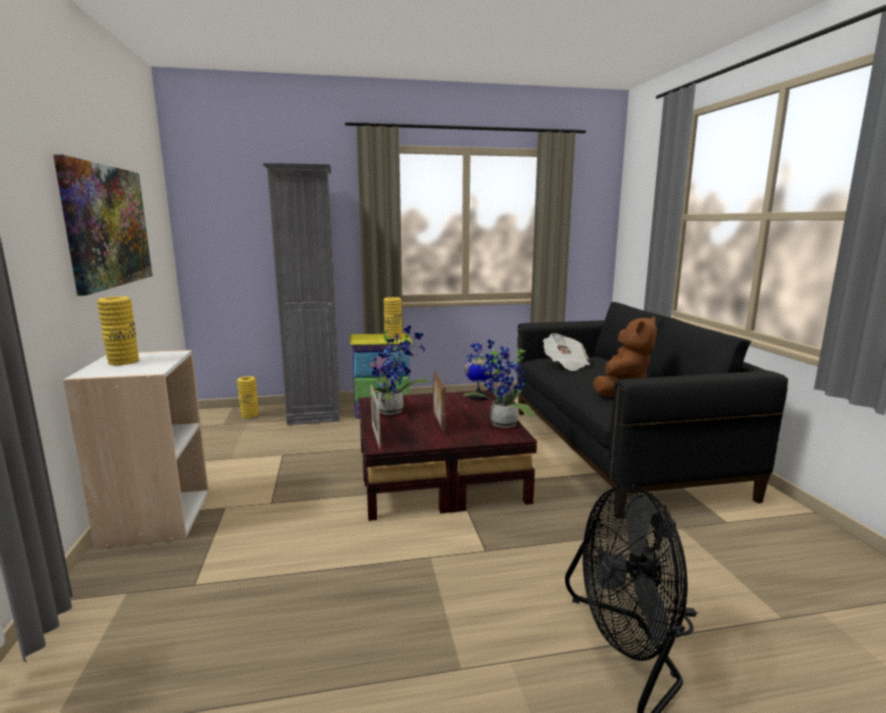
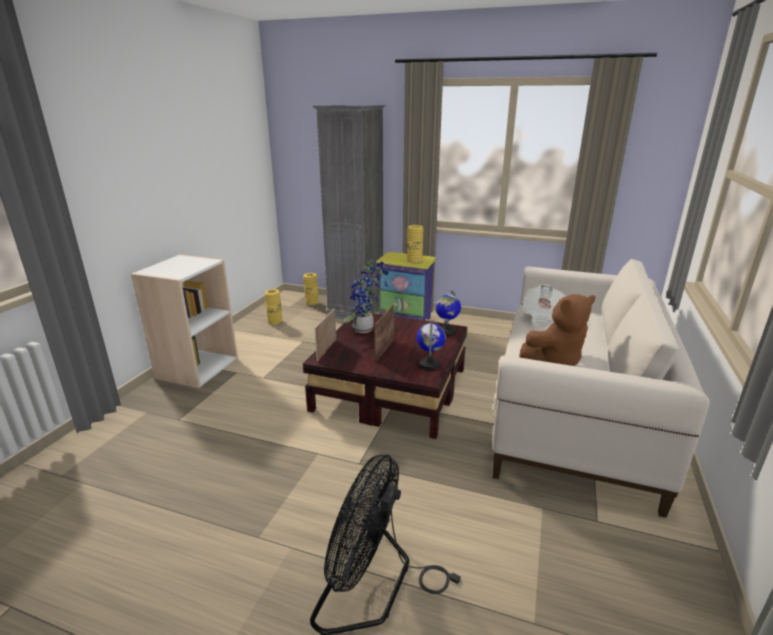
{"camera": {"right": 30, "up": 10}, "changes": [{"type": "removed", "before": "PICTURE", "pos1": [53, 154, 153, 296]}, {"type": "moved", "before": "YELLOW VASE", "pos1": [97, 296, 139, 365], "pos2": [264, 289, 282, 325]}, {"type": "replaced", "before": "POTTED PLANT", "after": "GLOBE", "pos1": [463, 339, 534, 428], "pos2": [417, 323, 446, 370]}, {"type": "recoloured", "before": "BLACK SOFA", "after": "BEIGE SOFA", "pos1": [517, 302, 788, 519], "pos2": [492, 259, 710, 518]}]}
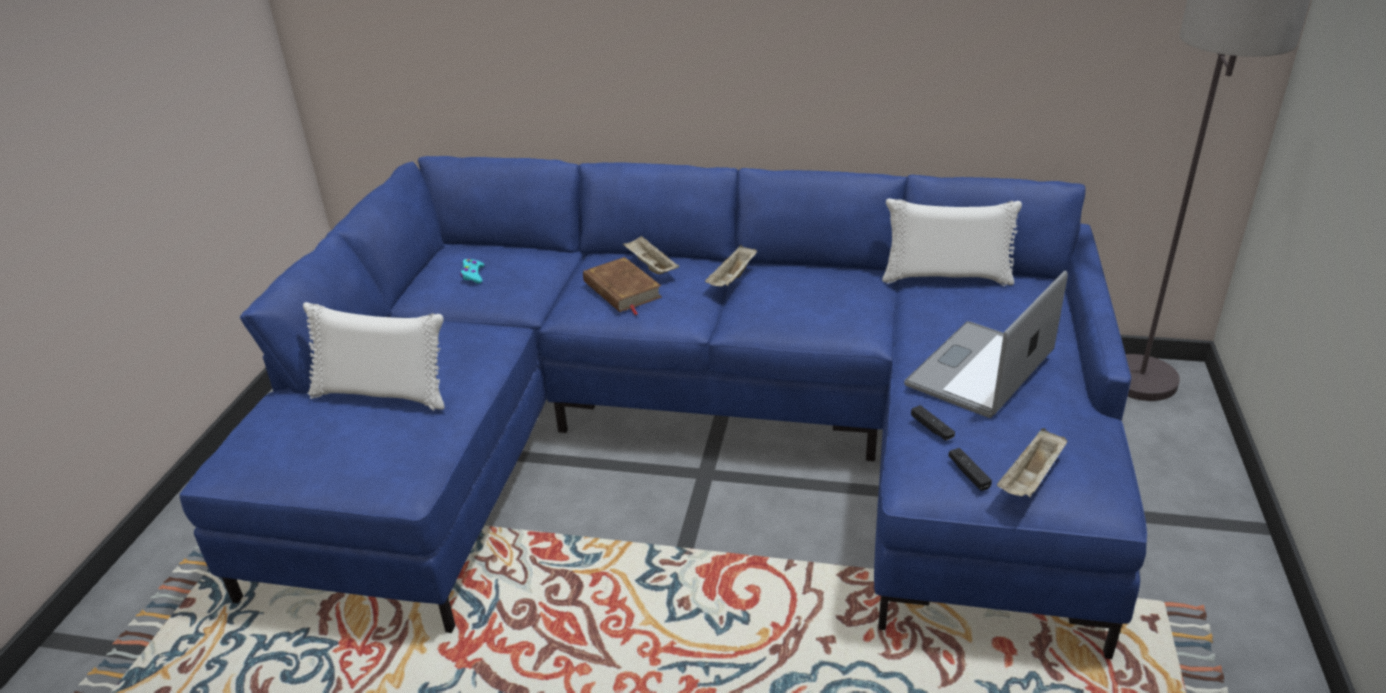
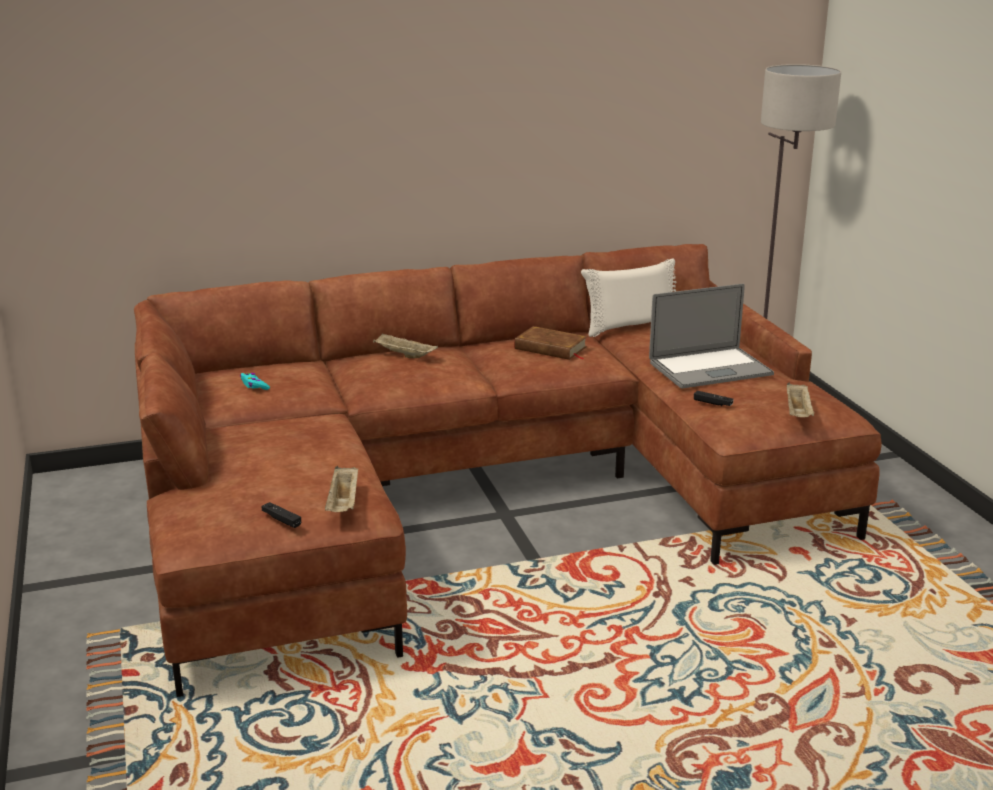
{"camera": {"right": -30, "up": -10}, "changes": [{"type": "removed", "before": "WHITE PILLOW", "pos1": [303, 302, 445, 410]}, {"type": "moved", "before": "BROWN BOOK", "pos1": [583, 257, 662, 315], "pos2": [514, 326, 587, 360]}, {"type": "moved", "before": "BEIGE TRAY", "pos1": [705, 245, 757, 286], "pos2": [325, 466, 358, 512]}, {"type": "moved", "before": "BLACK GAME CONTROLLER", "pos1": [948, 448, 992, 491], "pos2": [262, 502, 301, 528]}, {"type": "recoloured", "before": "BLUE SOFA", "after": "BROWN SOFA", "pos1": [180, 156, 1147, 659], "pos2": [134, 244, 882, 697]}, {"type": "turned", "before": "LAPTOP", "pos1": [904, 271, 1068, 418], "pos2": [649, 283, 774, 389], "turn": -120}]}
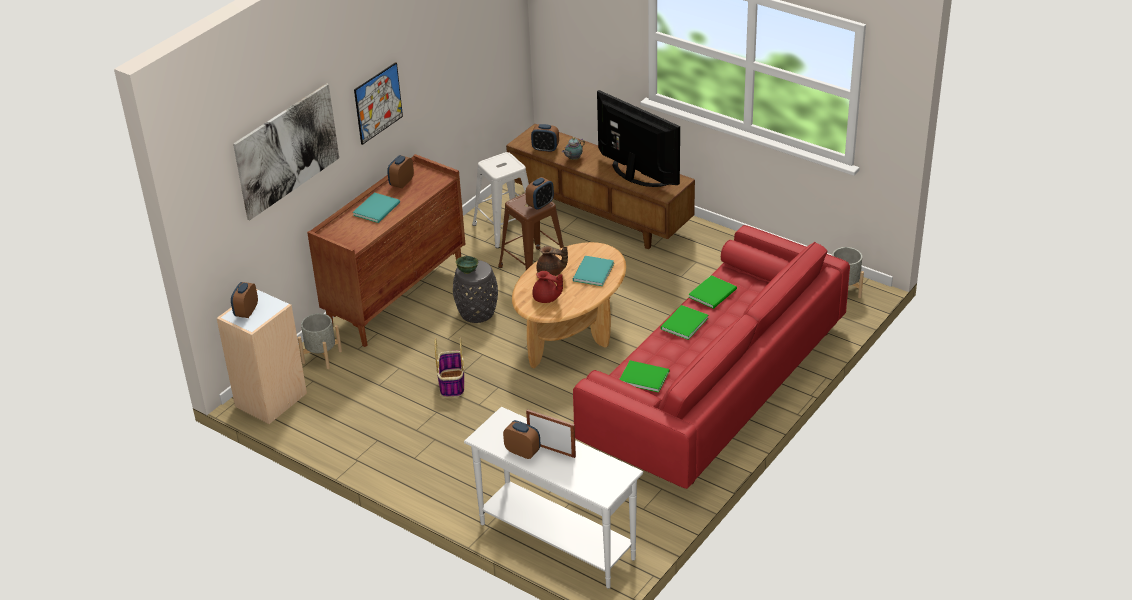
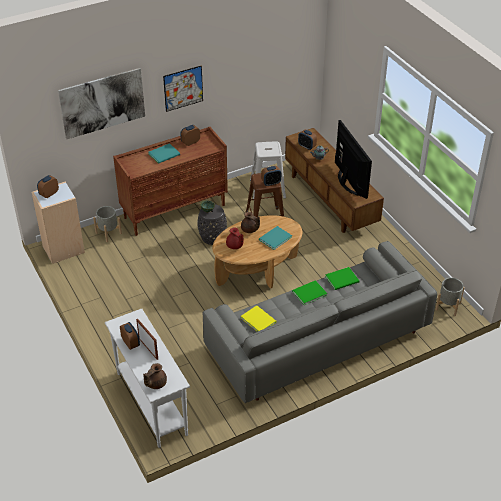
{"camera": {"right": 25, "up": 5}, "changes": [{"type": "removed", "before": "BASKET", "pos1": [435, 337, 464, 397]}, {"type": "added", "after": "BROWN TEAPOT", "pos2": [143, 363, 167, 389]}, {"type": "recoloured", "before": "RED SOFA", "after": "GREY SOFA", "pos1": [573, 225, 850, 489], "pos2": [203, 241, 437, 403]}, {"type": "recoloured", "before": "GREEN BOOK", "after": "YELLOW BOOK", "pos1": [619, 360, 669, 393], "pos2": [241, 306, 276, 332]}]}
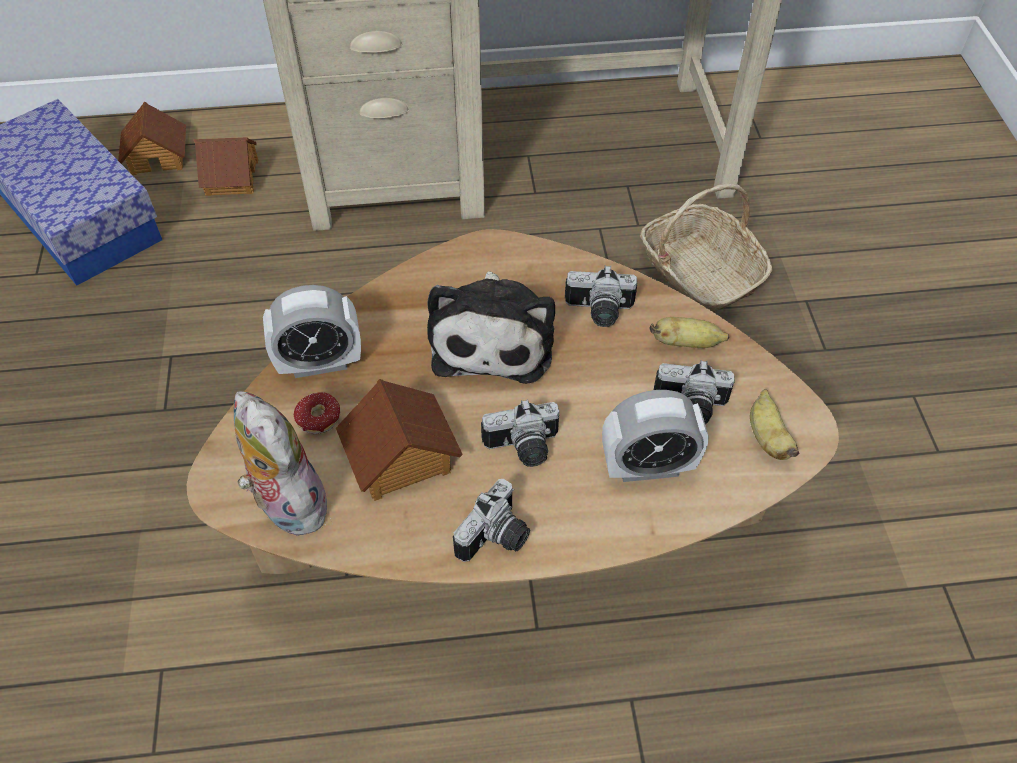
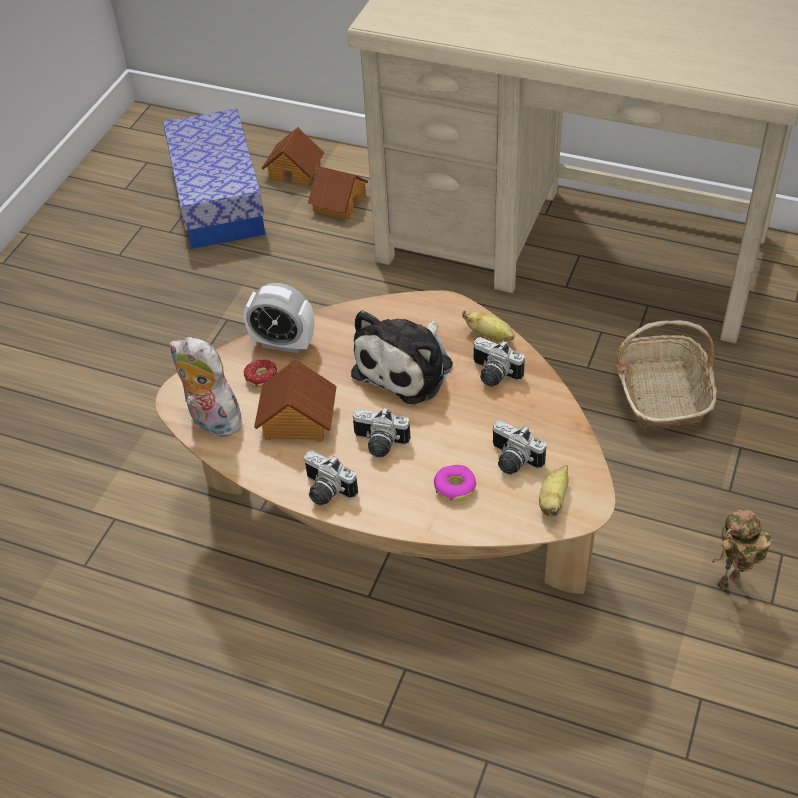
{"camera": {"right": 30, "up": -5}, "changes": [{"type": "added", "after": "TOY ROBOT", "pos2": [712, 508, 772, 590]}, {"type": "moved", "before": "BANANA", "pos1": [649, 317, 729, 348], "pos2": [462, 310, 514, 342]}, {"type": "replaced", "before": "ALARM CLOCK", "after": "DONUT", "pos1": [602, 390, 708, 482], "pos2": [434, 465, 476, 502]}, {"type": "turned", "before": "PLUSH TOY", "pos1": [234, 391, 329, 536], "pos2": [170, 337, 249, 438], "turn": -45}, {"type": "turned", "before": "PHOTO CAMERA", "pos1": [453, 479, 530, 562], "pos2": [303, 451, 358, 506], "turn": 60}]}
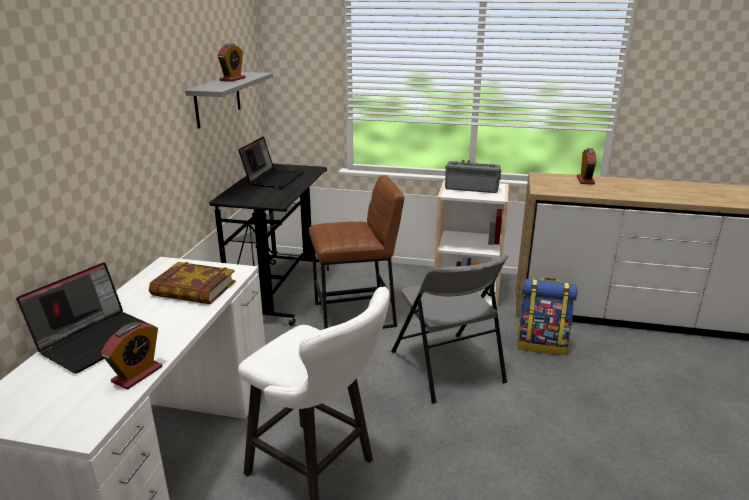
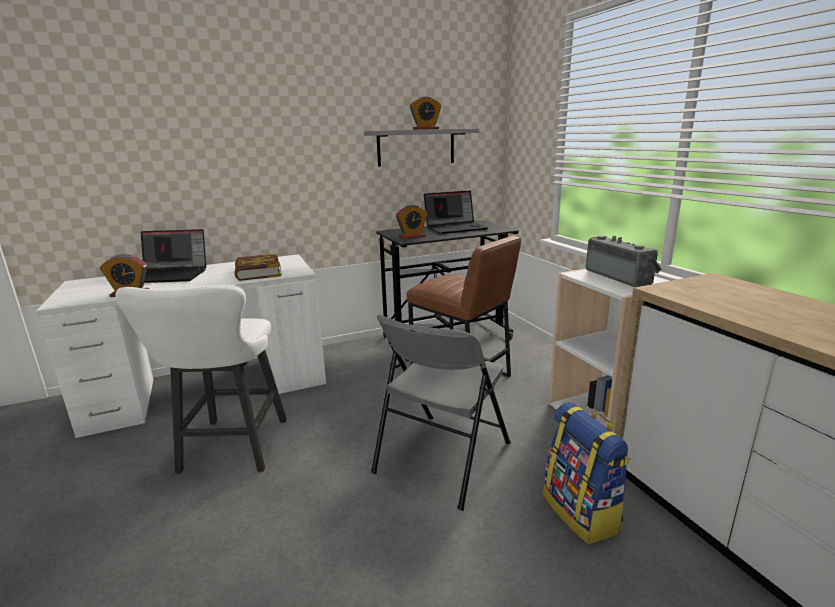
{"camera": {"right": 55, "up": -5}, "changes": [{"type": "moved", "before": "ALARM CLOCK", "pos1": [577, 148, 596, 185], "pos2": [396, 205, 427, 239]}]}
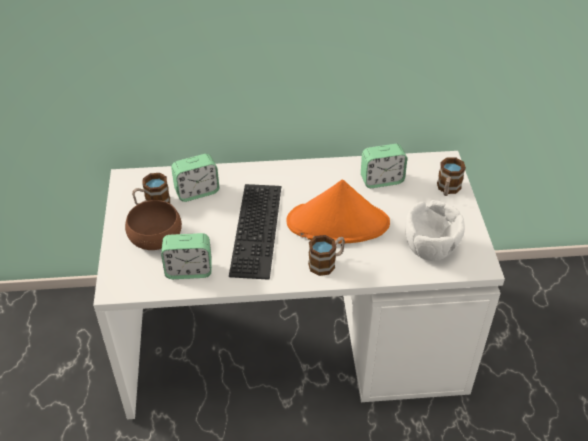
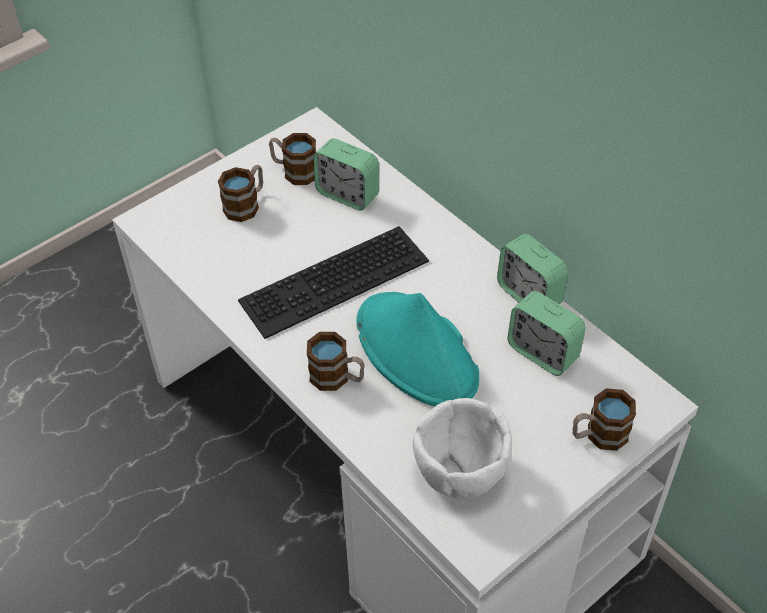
{"camera": {"right": 55, "up": 5}, "changes": [{"type": "moved", "before": "ALARM CLOCK", "pos1": [161, 233, 212, 279], "pos2": [497, 234, 568, 304]}, {"type": "replaced", "before": "BROWN BOWL", "after": "MUG", "pos1": [125, 200, 182, 250], "pos2": [218, 165, 263, 222]}, {"type": "recoloured", "before": "ORANGE HAT", "after": "TURQUOISE HAT", "pos1": [287, 180, 390, 244], "pos2": [356, 292, 479, 406]}]}
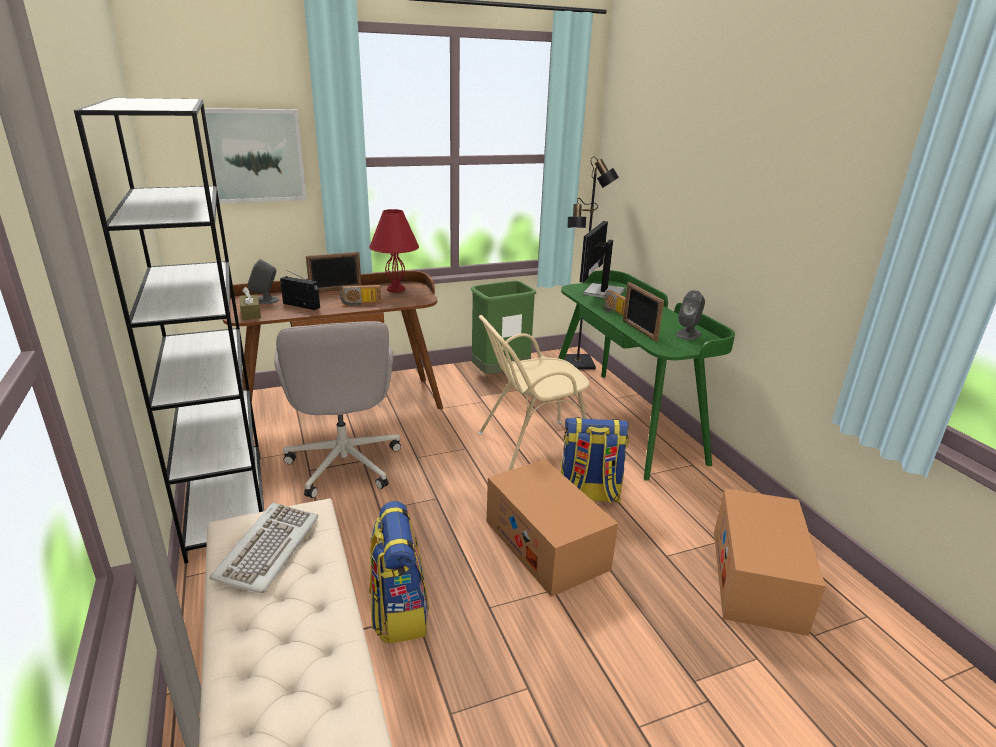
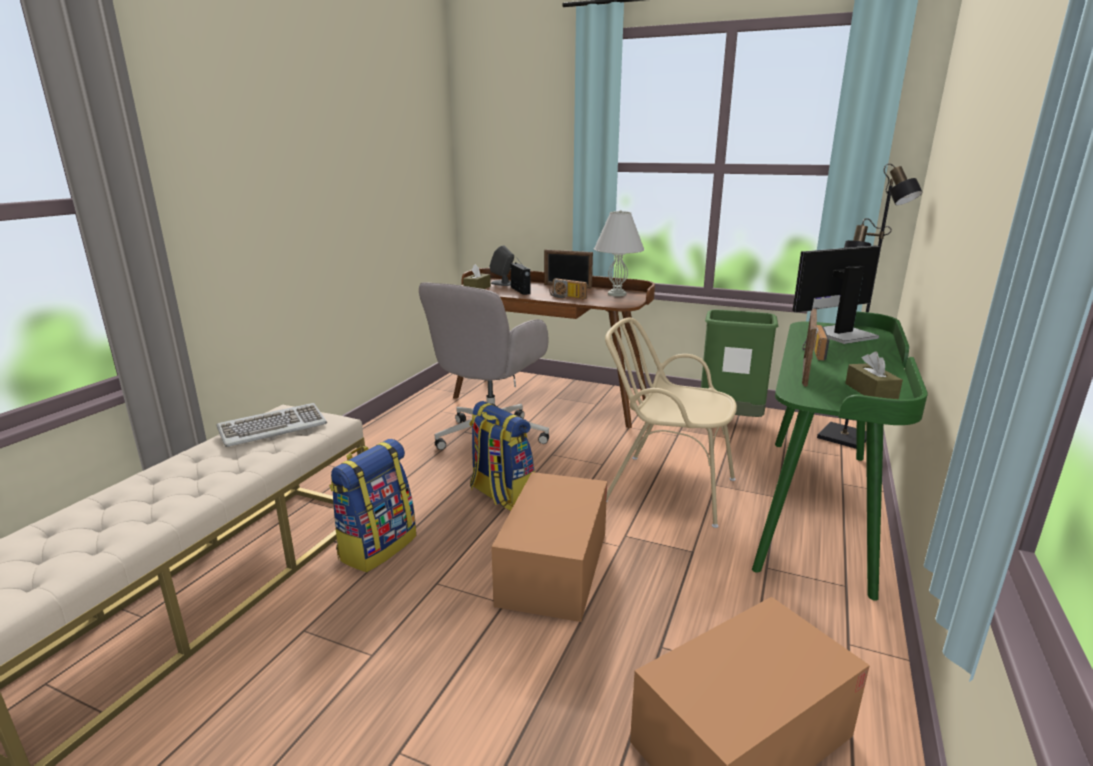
{"camera": {"right": 45, "up": -5}, "changes": [{"type": "removed", "before": "WHITE BOOKCASE", "pos1": [74, 98, 264, 564]}, {"type": "removed", "before": "PICTURE", "pos1": [204, 108, 307, 203]}, {"type": "moved", "before": "BACKPACK", "pos1": [561, 417, 629, 503], "pos2": [469, 401, 535, 511]}, {"type": "replaced", "before": "GREY SPEAKER", "after": "BROWN TISSUE BOX", "pos1": [676, 290, 705, 340], "pos2": [845, 352, 903, 399]}, {"type": "recoloured", "before": "RED TABLE LAMP", "after": "WHITE TABLE LAMP", "pos1": [369, 209, 419, 292], "pos2": [594, 210, 644, 297]}]}
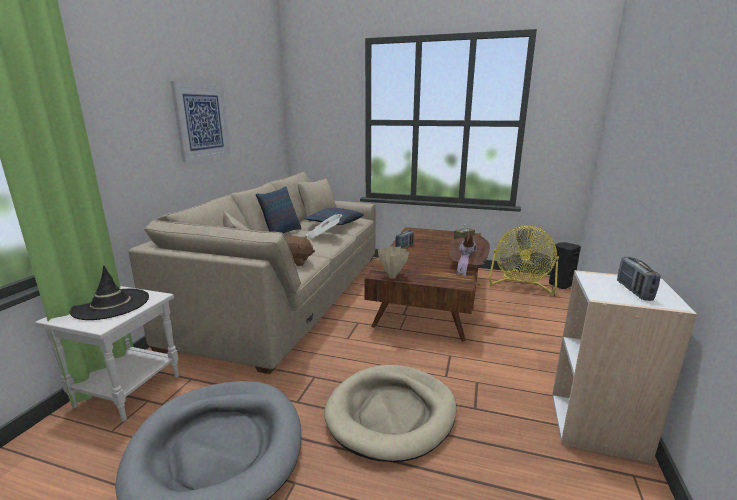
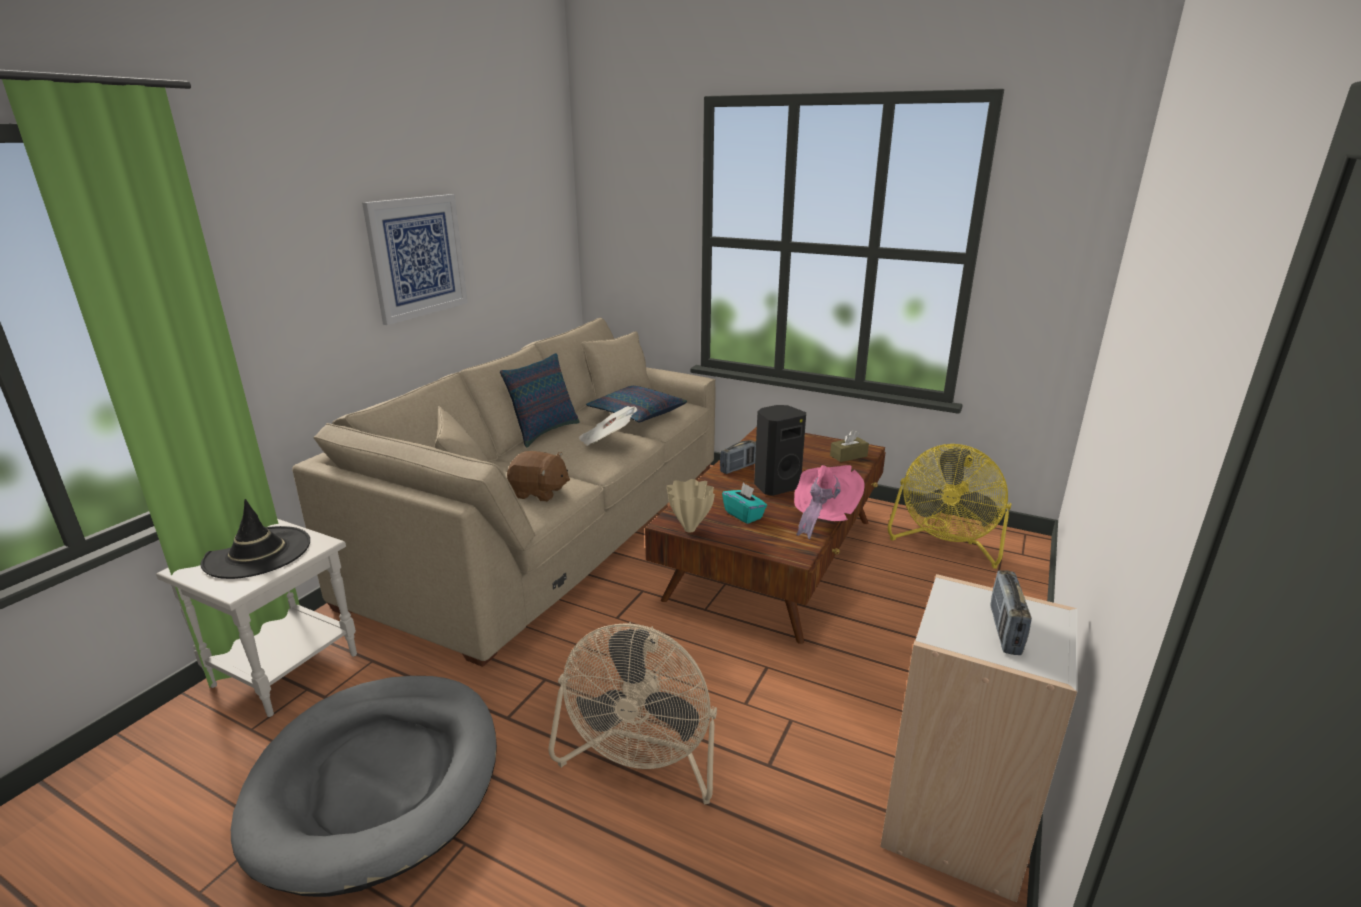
{"camera": {"right": 10, "up": 5}, "changes": [{"type": "added", "after": "TURQUOISE TISSUE BOX", "pos2": [722, 482, 767, 524]}, {"type": "moved", "before": "BLACK SPEAKER", "pos1": [549, 242, 581, 289], "pos2": [754, 405, 806, 496]}, {"type": "replaced", "before": "BEIGE DOG BED", "after": "BEIGE FAN", "pos1": [324, 365, 457, 462], "pos2": [548, 622, 717, 804]}, {"type": "recoloured", "before": "BROWN HAT", "after": "PINK HAT", "pos1": [449, 232, 490, 277], "pos2": [794, 465, 865, 540]}]}
